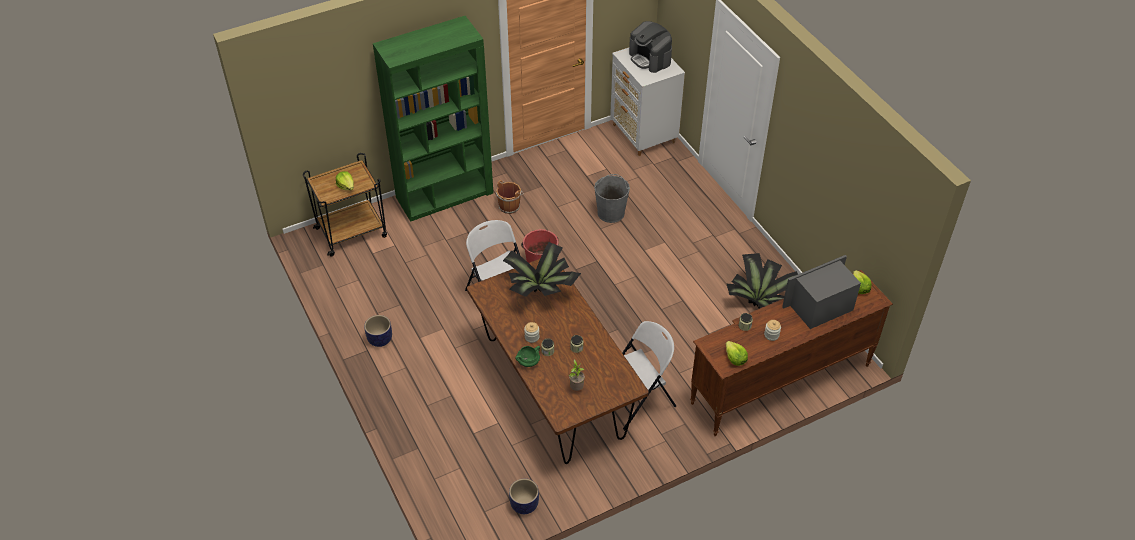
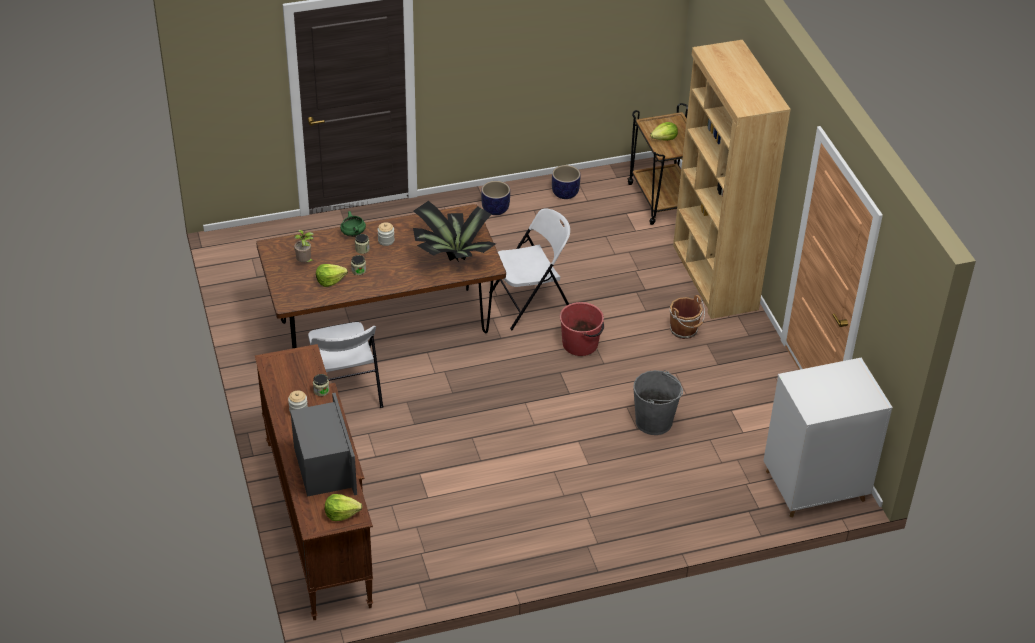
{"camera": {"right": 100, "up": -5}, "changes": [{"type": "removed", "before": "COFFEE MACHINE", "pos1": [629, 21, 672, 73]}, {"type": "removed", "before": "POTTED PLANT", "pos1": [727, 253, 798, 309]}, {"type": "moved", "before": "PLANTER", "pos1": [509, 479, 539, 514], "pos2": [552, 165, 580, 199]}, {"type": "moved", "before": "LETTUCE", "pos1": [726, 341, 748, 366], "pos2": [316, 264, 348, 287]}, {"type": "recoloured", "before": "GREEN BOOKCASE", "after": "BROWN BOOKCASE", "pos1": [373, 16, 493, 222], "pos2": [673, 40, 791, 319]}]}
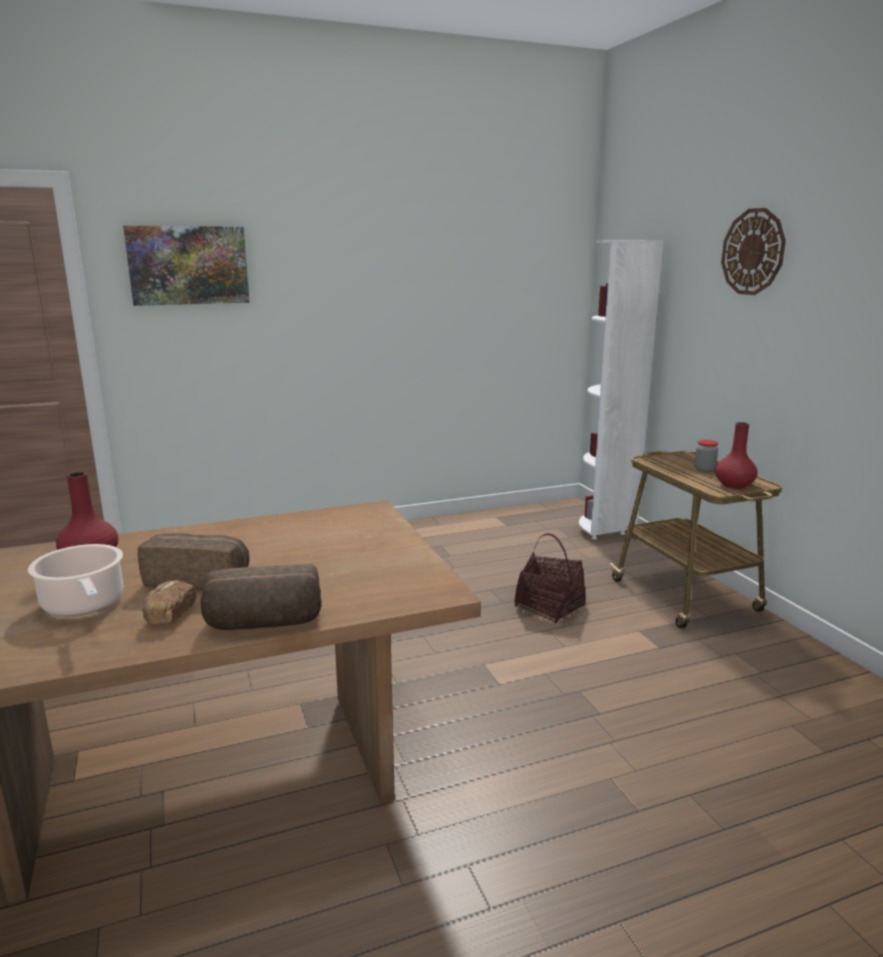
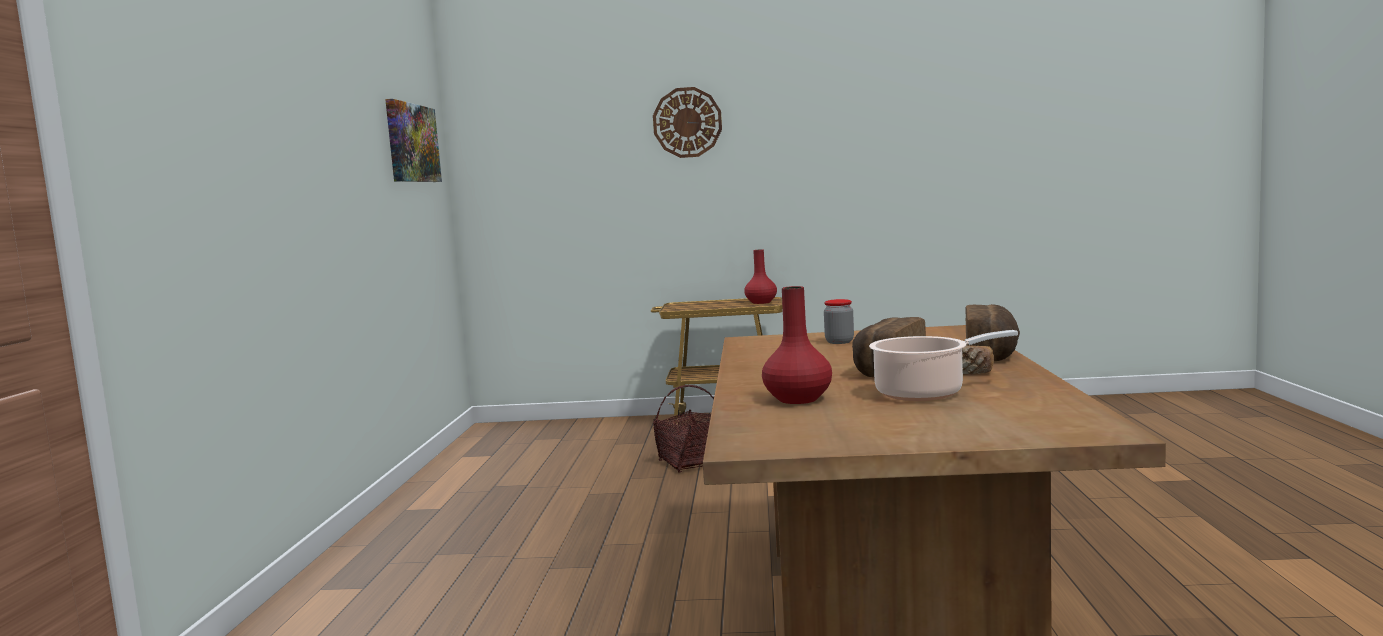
{"camera": {"right": -65, "up": -10}, "changes": [{"type": "removed", "before": "WHITE BOOKCASE", "pos1": [579, 240, 663, 539]}, {"type": "moved", "before": "PICTURE", "pos1": [123, 226, 250, 306], "pos2": [385, 99, 442, 182]}, {"type": "moved", "before": "JAR", "pos1": [695, 440, 718, 473], "pos2": [824, 299, 854, 344]}]}
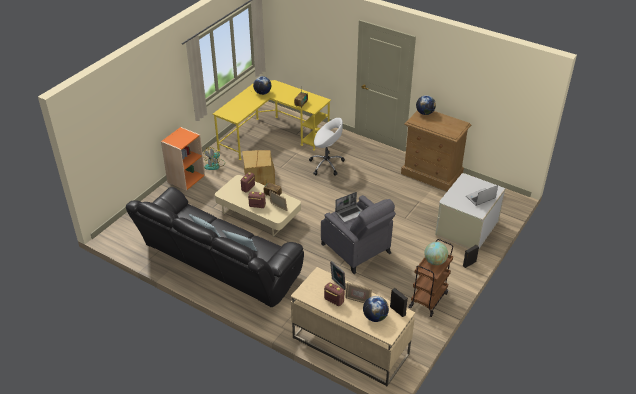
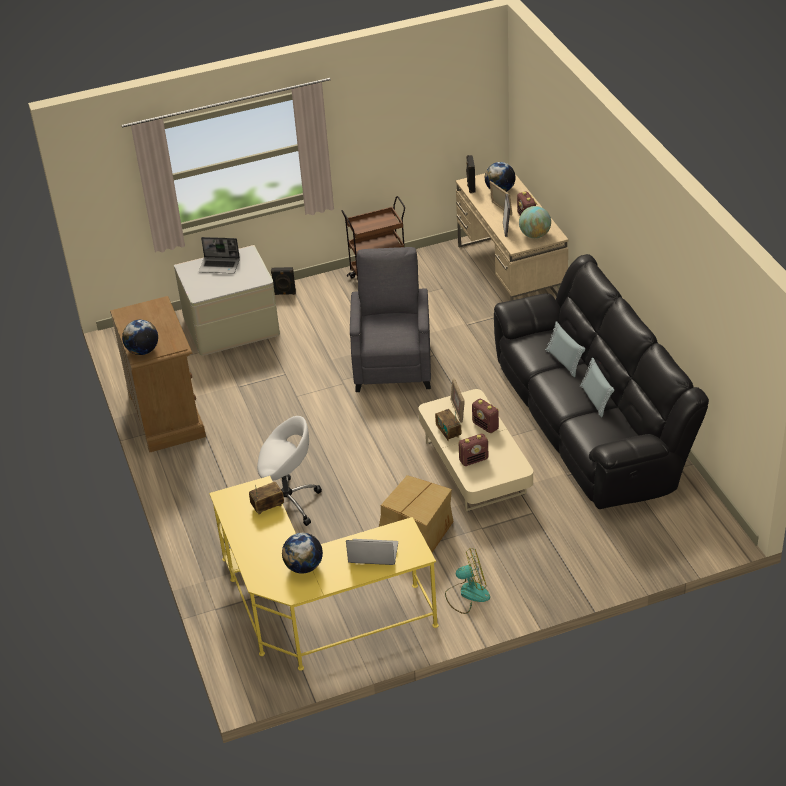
{"camera": {"right": -140, "up": 0}, "changes": [{"type": "removed", "before": "ORANGE BOOKCASE", "pos1": [161, 127, 205, 191]}, {"type": "moved", "before": "LAPTOP", "pos1": [335, 192, 362, 222], "pos2": [346, 539, 398, 565]}, {"type": "moved", "before": "GLOBE", "pos1": [424, 242, 448, 265], "pos2": [519, 206, 551, 238]}, {"type": "turned", "before": "WHITE OFFICE CHAIR", "pos1": [309, 118, 345, 176], "pos2": [257, 416, 322, 526], "turn": 135}]}
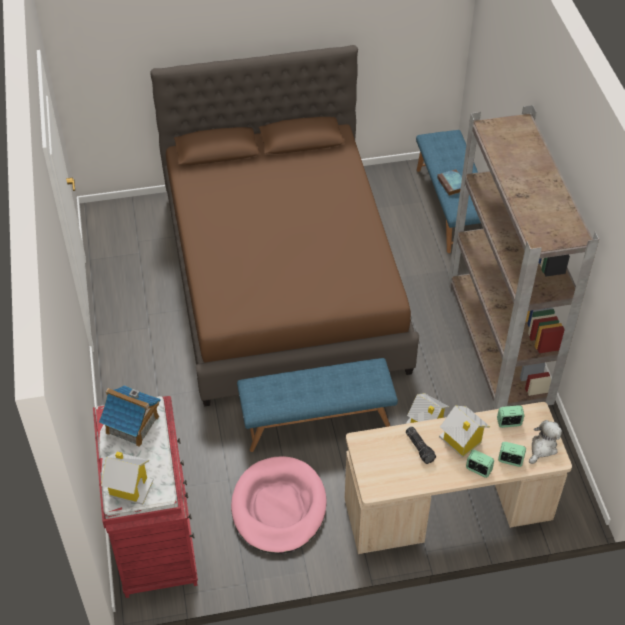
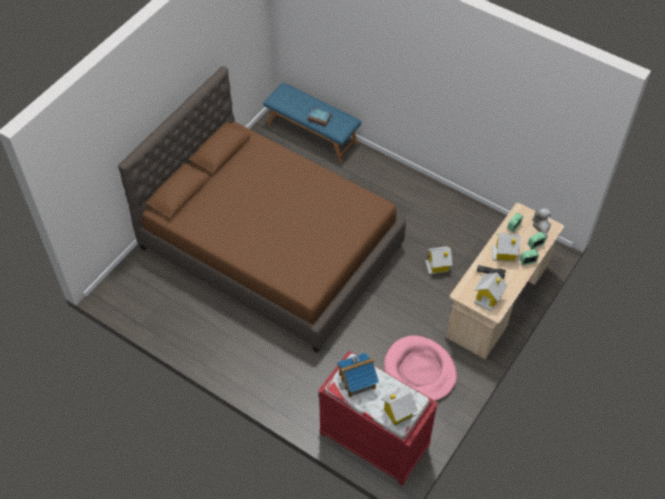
{"camera": {"right": -45, "up": 5}, "changes": [{"type": "removed", "before": "BLUE BENCH", "pos1": [237, 358, 398, 452]}, {"type": "removed", "before": "BROWN BOOKCASE", "pos1": [448, 105, 599, 410]}, {"type": "added", "after": "TOY HOUSE", "pos2": [474, 273, 508, 311]}]}
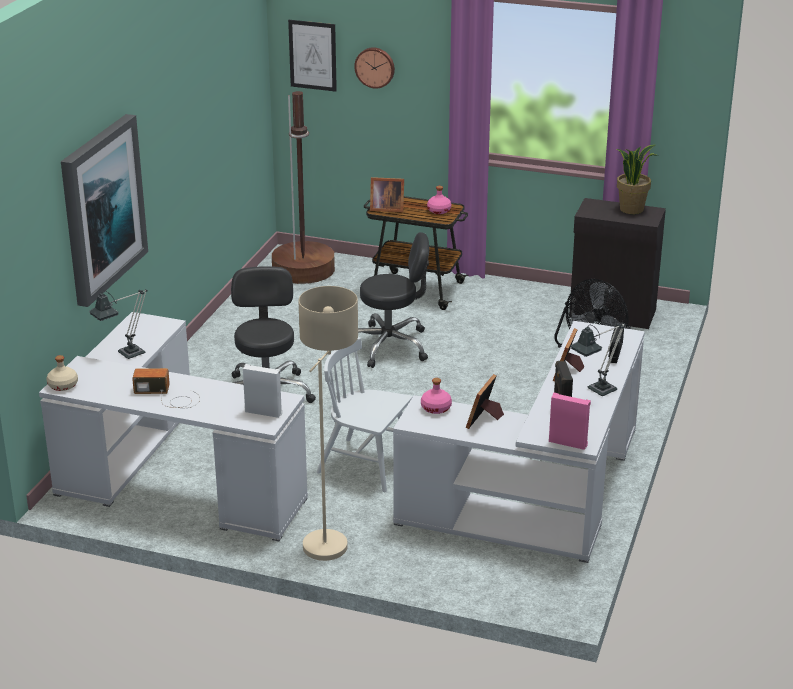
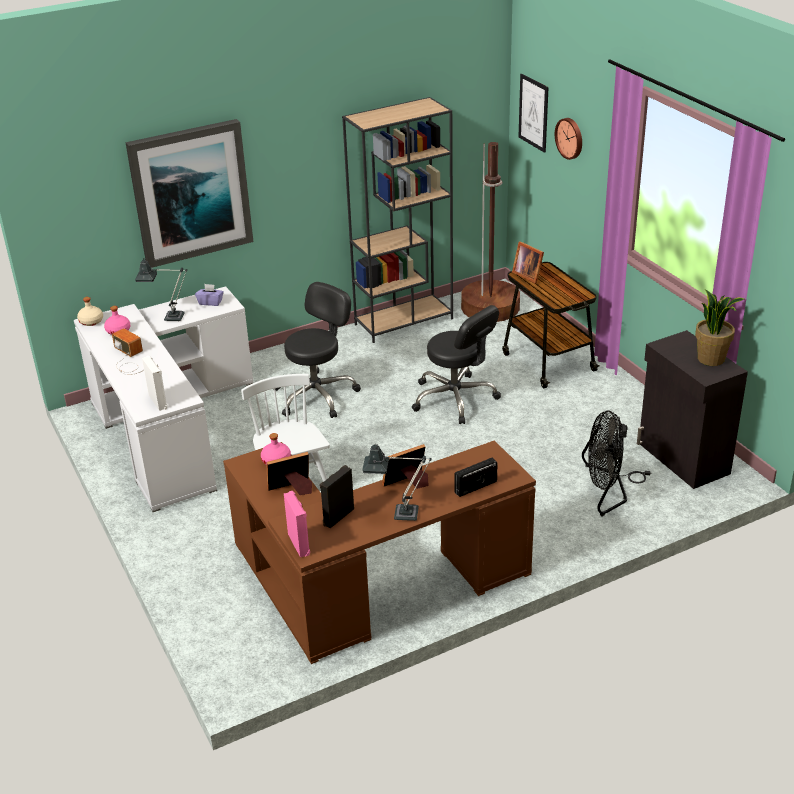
{"camera": {"right": 45, "up": 5}, "changes": [{"type": "removed", "before": "BEIGE FLOOR LAMP", "pos1": [299, 286, 358, 561]}, {"type": "added", "after": "PURPLE TISSUE BOX", "pos2": [195, 284, 224, 306]}, {"type": "added", "after": "BOOKCASE", "pos2": [342, 97, 453, 343]}, {"type": "moved", "before": "PINK BOTTLE", "pos1": [427, 186, 451, 214], "pos2": [104, 306, 130, 335]}, {"type": "recoloured", "before": "WHITE DESK", "after": "BROWN DESK", "pos1": [393, 321, 645, 563], "pos2": [223, 441, 536, 664]}]}
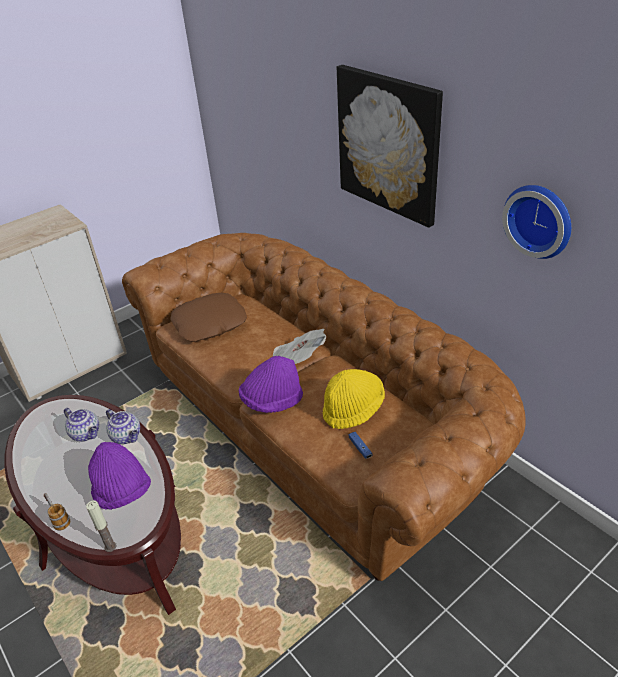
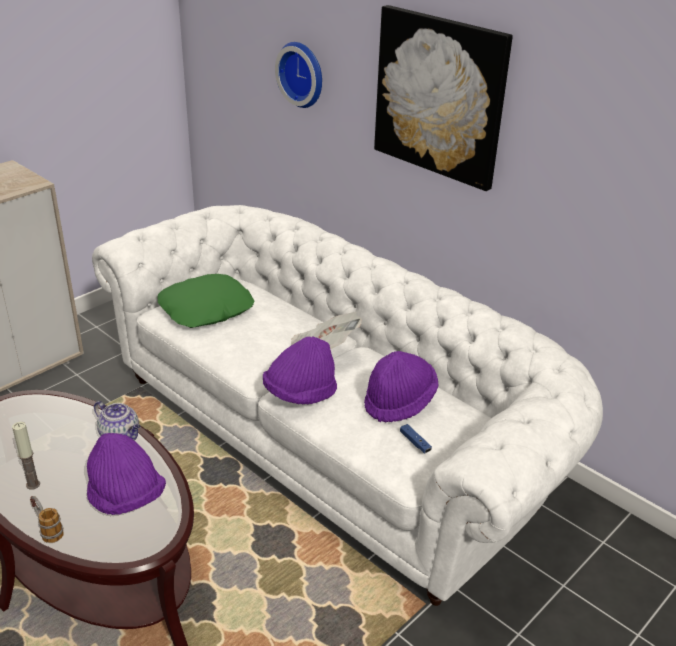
{"camera": {"right": -10, "up": -5}, "changes": [{"type": "removed", "before": "TEAPOT", "pos1": [64, 408, 99, 442]}, {"type": "moved", "before": "CANDLE", "pos1": [86, 500, 117, 552], "pos2": [12, 422, 40, 490]}, {"type": "moved", "before": "WALL CLOCK", "pos1": [502, 185, 571, 259], "pos2": [275, 42, 322, 108]}, {"type": "recoloured", "before": "BROWN SOFA", "after": "WHITE SOFA", "pos1": [122, 233, 526, 581], "pos2": [92, 205, 603, 606]}, {"type": "recoloured", "before": "BROWN PILLOW", "after": "GREEN PILLOW", "pos1": [170, 293, 247, 342], "pos2": [158, 274, 255, 328]}, {"type": "recoloured", "before": "YELLOW HAT", "after": "PURPLE HAT", "pos1": [323, 369, 385, 429], "pos2": [364, 351, 438, 422]}]}
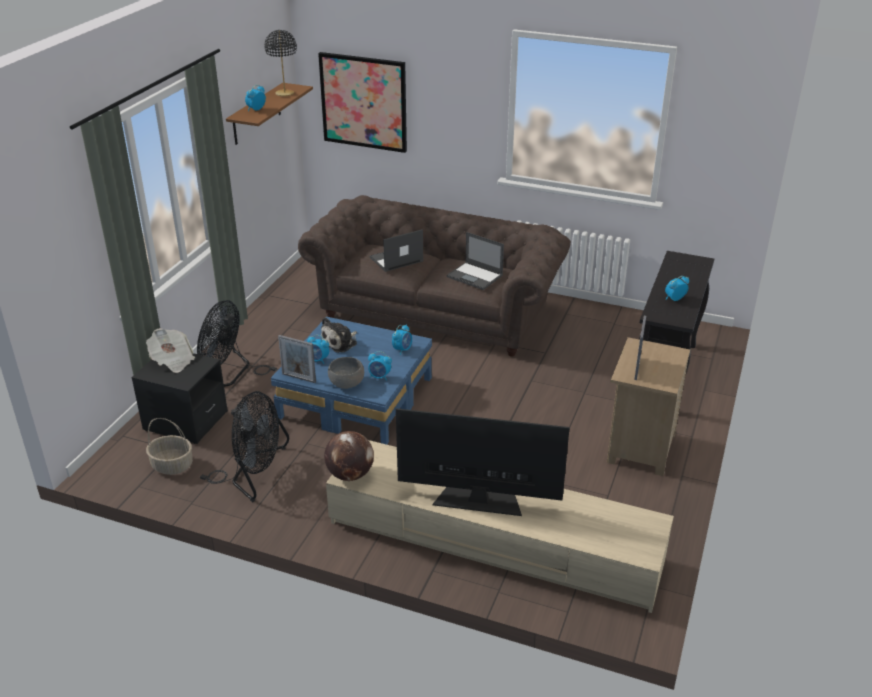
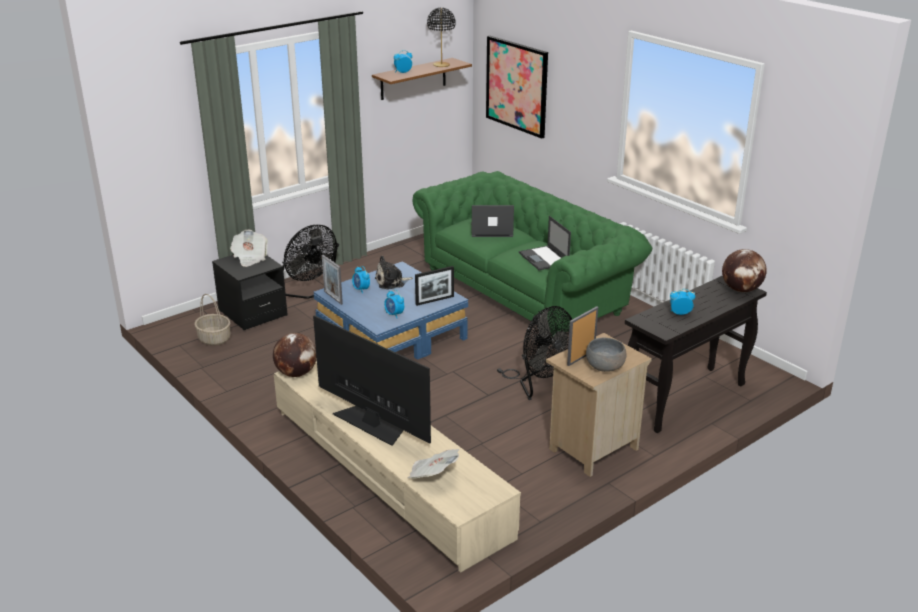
{"camera": {"right": 30, "up": -5}, "changes": [{"type": "added", "after": "NEWSPAPER", "pos2": [407, 449, 459, 479]}, {"type": "added", "after": "GLOBE", "pos2": [722, 249, 767, 292]}, {"type": "moved", "before": "BLACK FAN", "pos1": [200, 391, 289, 502], "pos2": [497, 306, 573, 400]}, {"type": "moved", "before": "GREY BOWL", "pos1": [328, 357, 364, 389], "pos2": [586, 338, 627, 372]}, {"type": "replaced", "before": "ALARM CLOCK", "after": "PICTURE FRAME", "pos1": [392, 325, 412, 355], "pos2": [415, 266, 454, 306]}, {"type": "recoloured", "before": "BROWN SOFA", "after": "GREEN SOFA", "pos1": [298, 195, 571, 356], "pos2": [413, 171, 652, 338]}]}
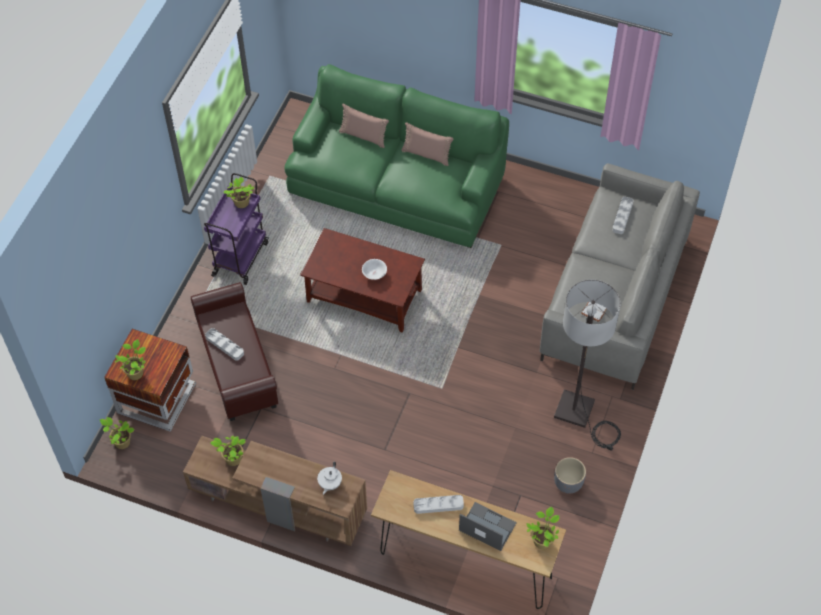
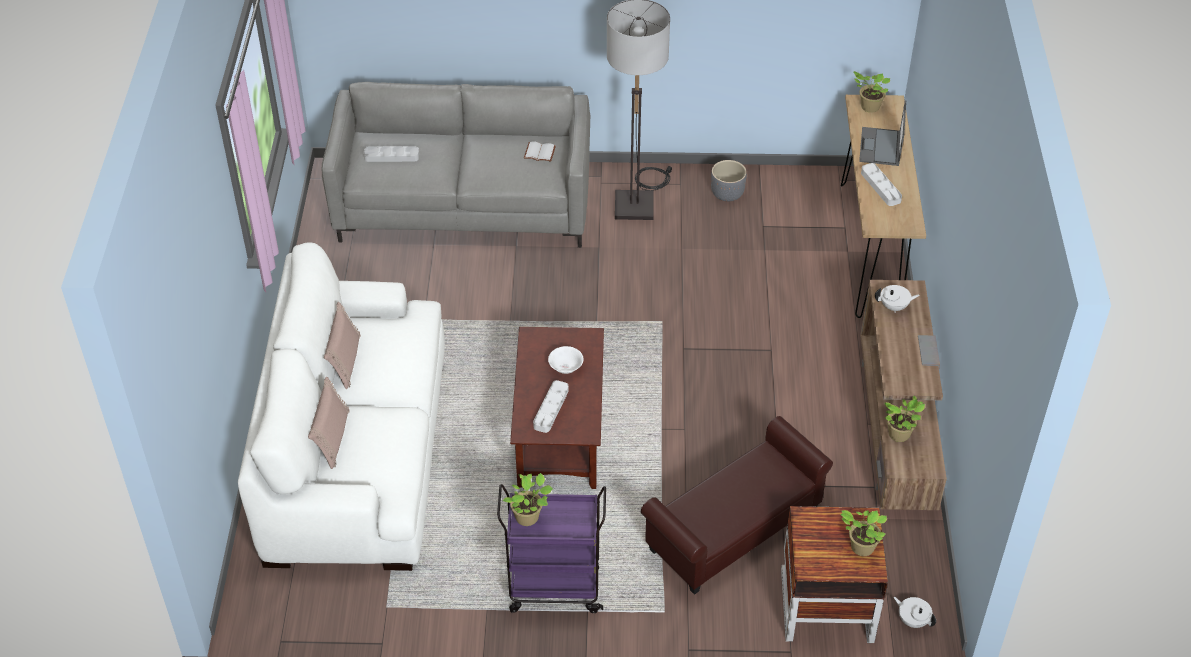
{"camera": {"right": -110, "up": -10}, "changes": [{"type": "moved", "before": "GREY TRAY", "pos1": [205, 328, 244, 361], "pos2": [533, 380, 569, 433]}, {"type": "replaced", "before": "POTTED PLANT", "after": "WHITE TEAPOT", "pos1": [100, 417, 134, 449], "pos2": [893, 597, 936, 628]}, {"type": "recoloured", "before": "GREEN SOFA", "after": "WHITE SOFA", "pos1": [284, 64, 509, 248], "pos2": [238, 242, 445, 571]}]}
